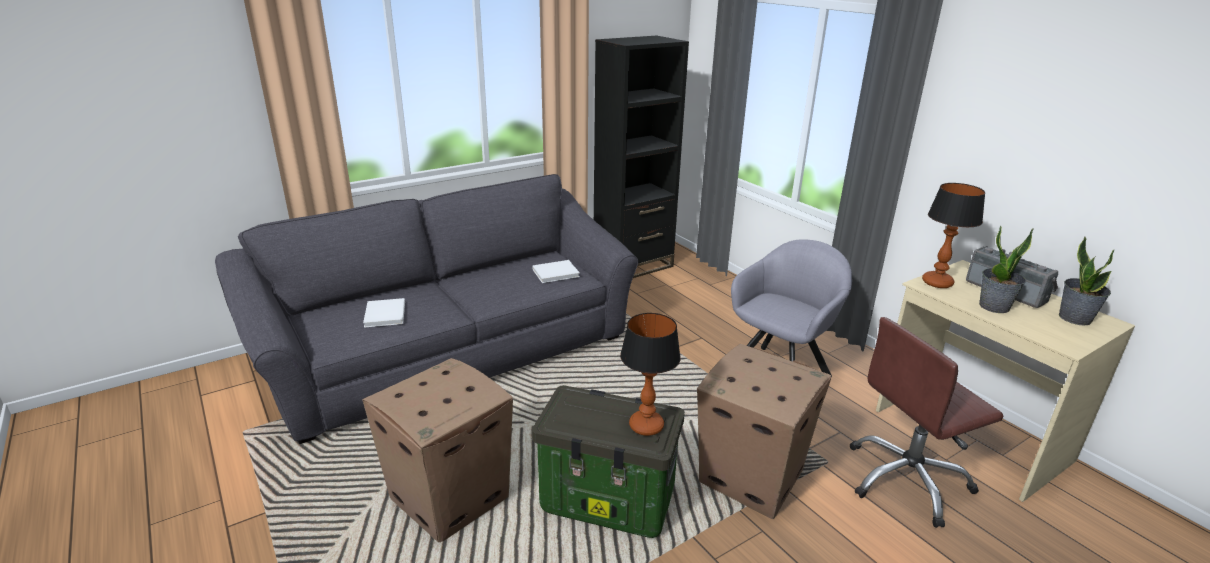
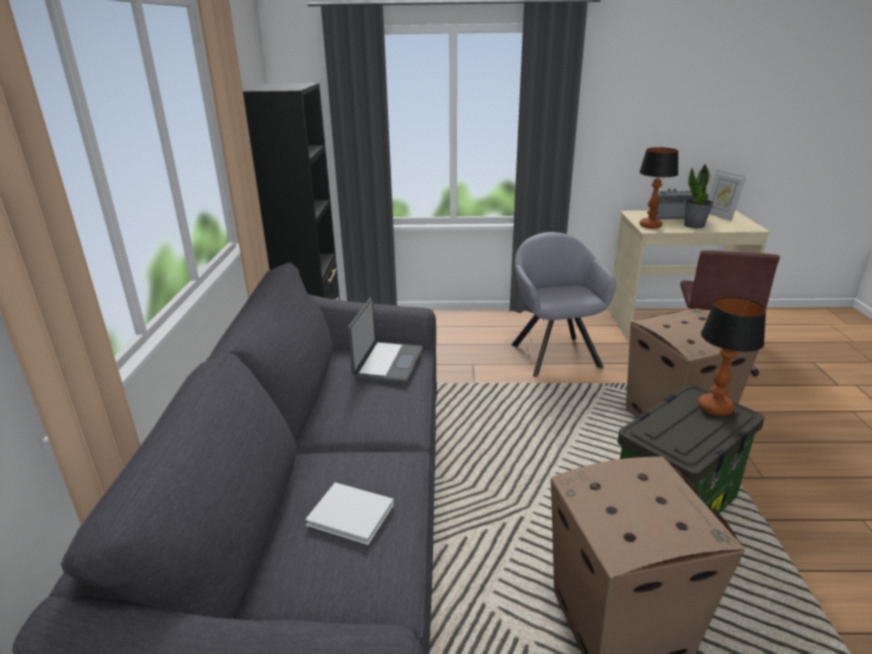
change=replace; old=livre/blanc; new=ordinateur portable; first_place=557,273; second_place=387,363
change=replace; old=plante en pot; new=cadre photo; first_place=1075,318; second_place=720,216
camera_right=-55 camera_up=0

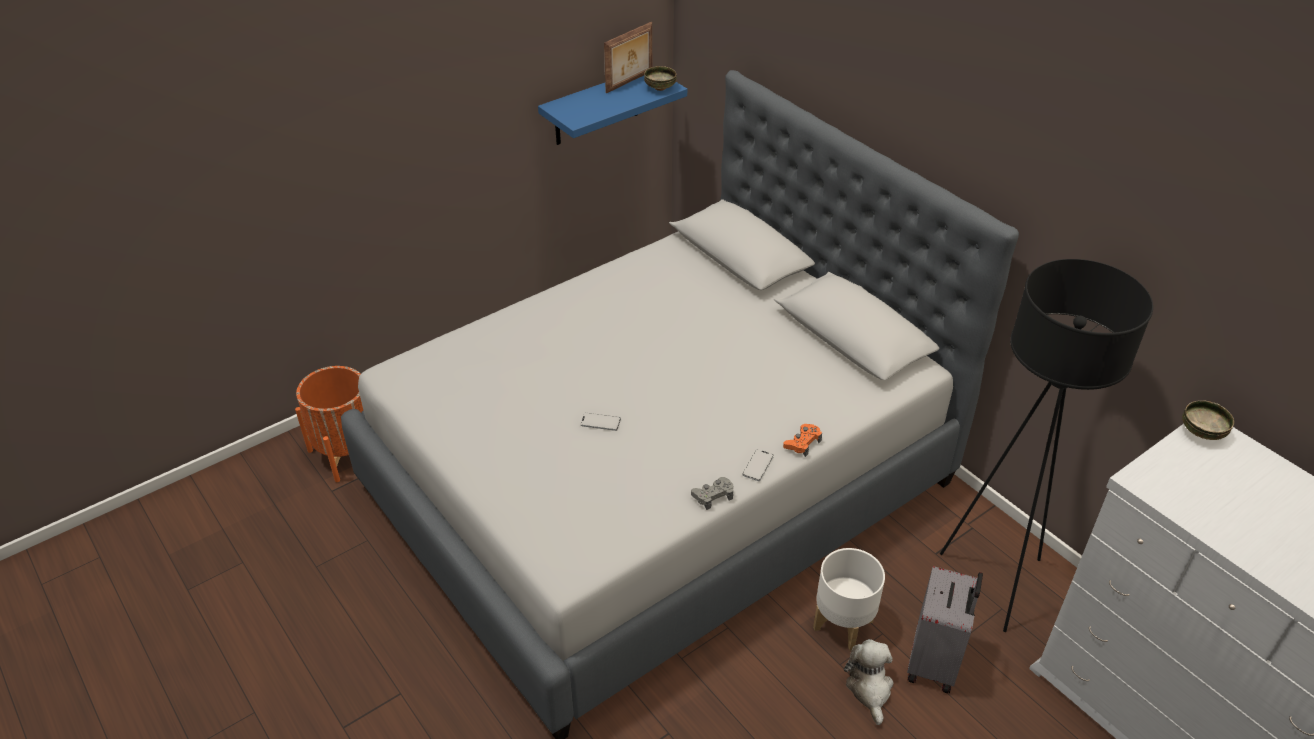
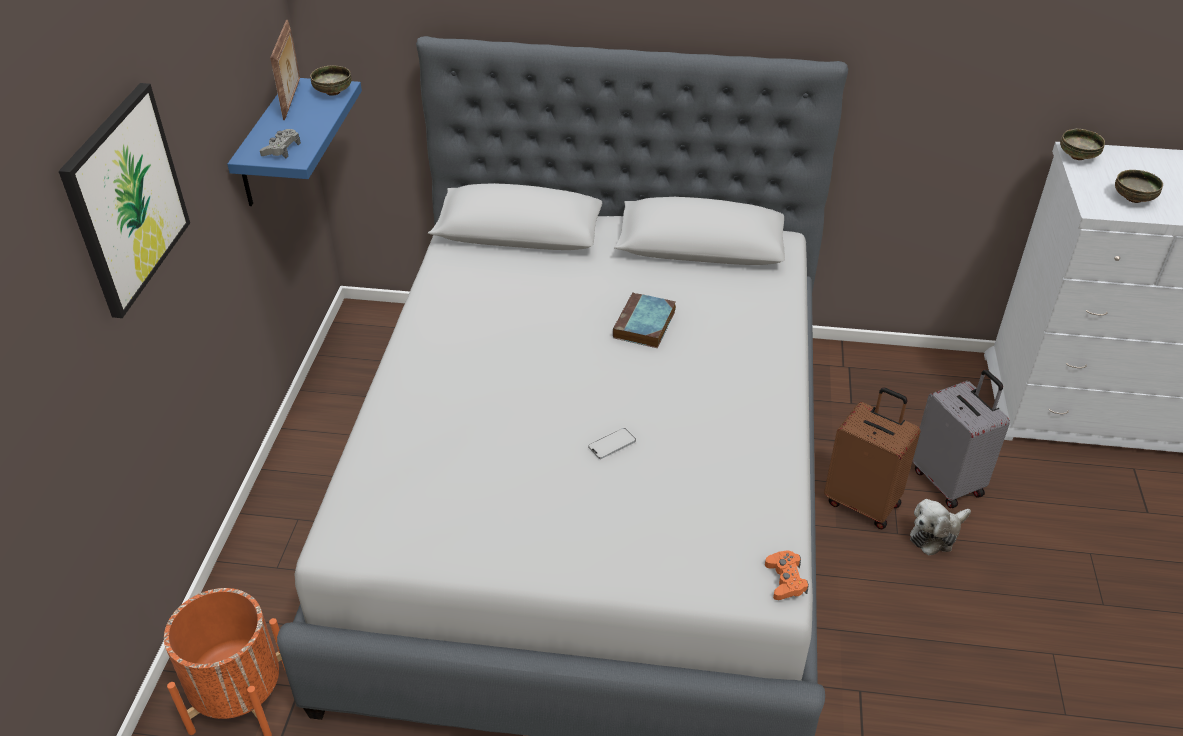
change=insert; new=tableau; second_place=126,199
change=move; old=manette/gris; first_place=713,495; second_place=281,149
change=insert; new=livre; second_place=644,325
change=move; old=manette/orange; first_place=802,443; second_place=785,580
change=replace; old=cache-pot/blanc; new=valise/marron; first_place=843,625; second_place=863,502
change=rotate; old=peluche; first_place=869,688; second_place=936,534; degrees=-75
change=insert; new=bol; second_place=1133,199
change=delete; old=téléphone; first_place=758,466
change=delete; old=lampadaire/noir; first_place=994,582
camera_right=-45 camera_up=0

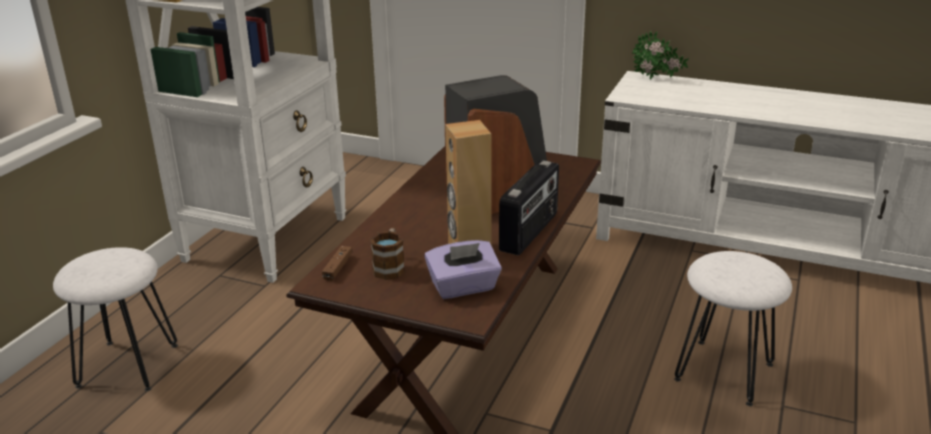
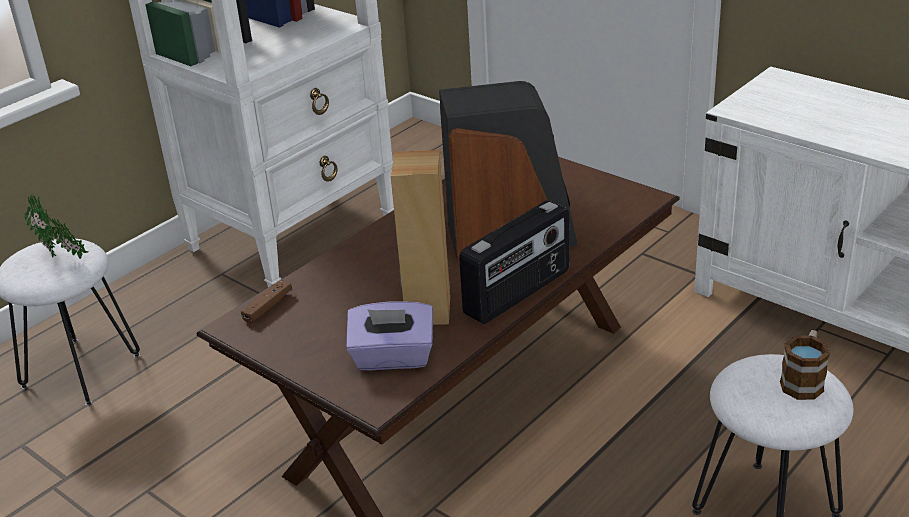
change=move; old=plante en pot; first_place=657,79; second_place=62,259
change=move; old=mug; first_place=390,267; second_place=803,380
camera_right=20 camera_up=5

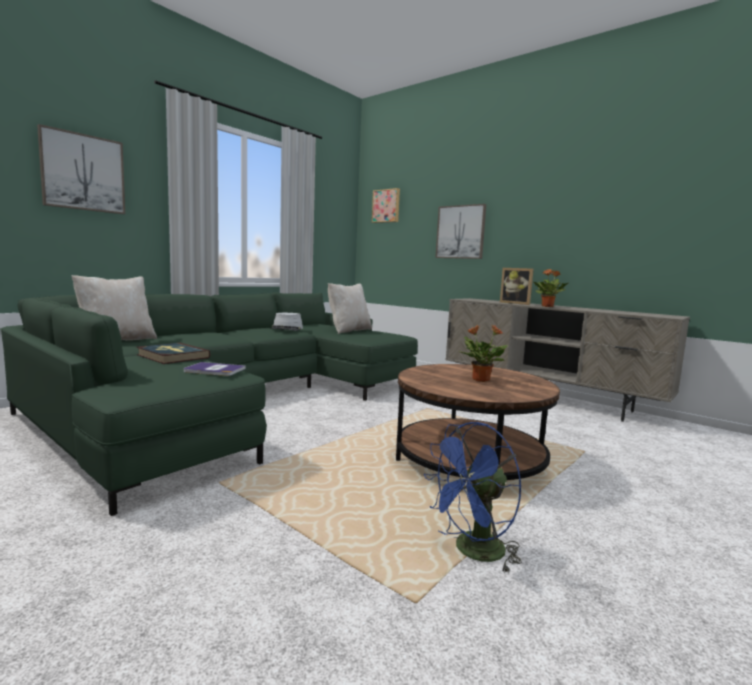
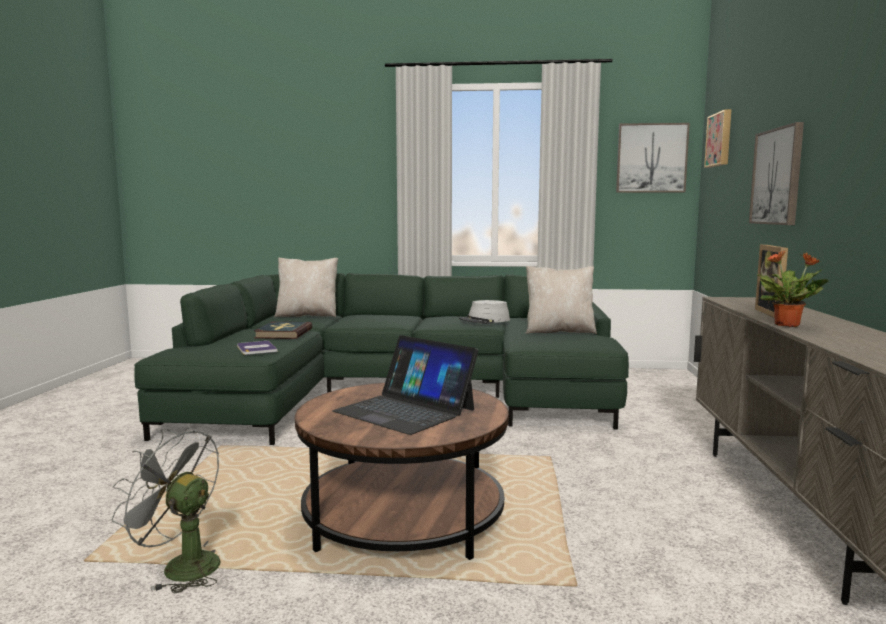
change=recolor; old=ventilateur/bleu; new=ventilateur/gris; first_place=472,552; second_place=180,566
change=replace; old=plante en pot; new=ordinateur portable; first_place=480,379; second_place=405,410
change=move; old=tableau; first_place=83,172; second_place=651,158
camera_right=55 camera_up=0

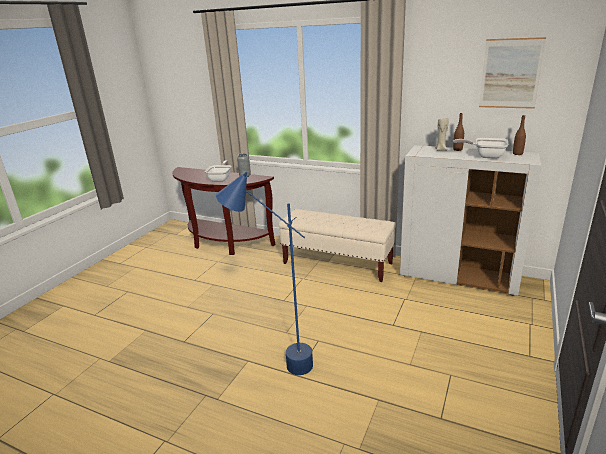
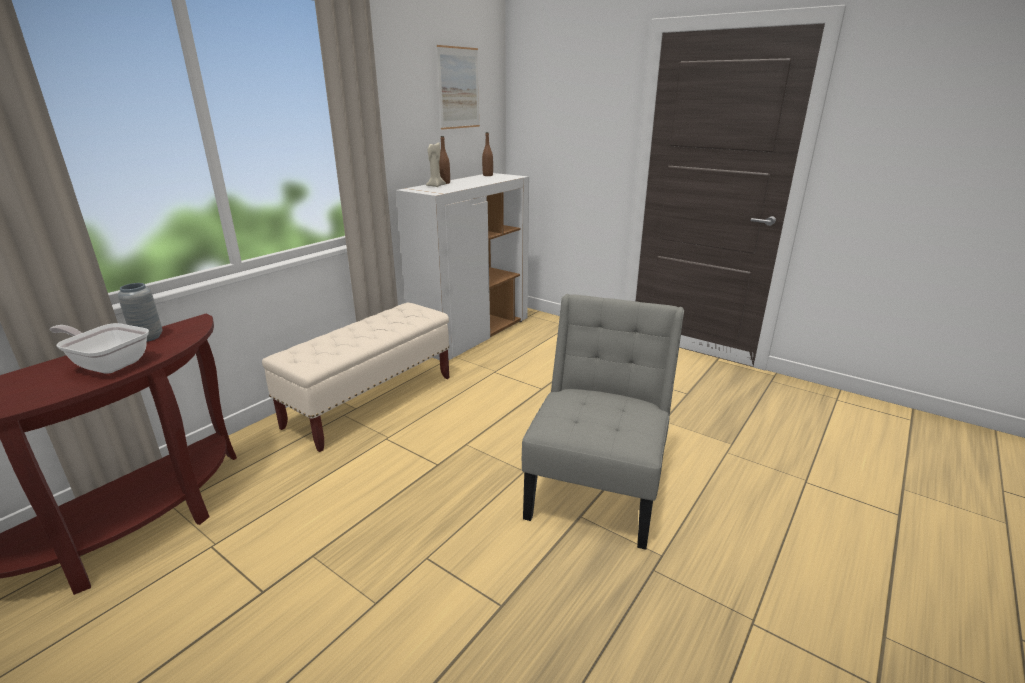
change=replace; old=lampadaire/bleu; new=chaise/gris; first_place=277,366; second_place=598,487
change=delete; old=poêle; first_place=485,156
camera_right=-80 camera_up=0

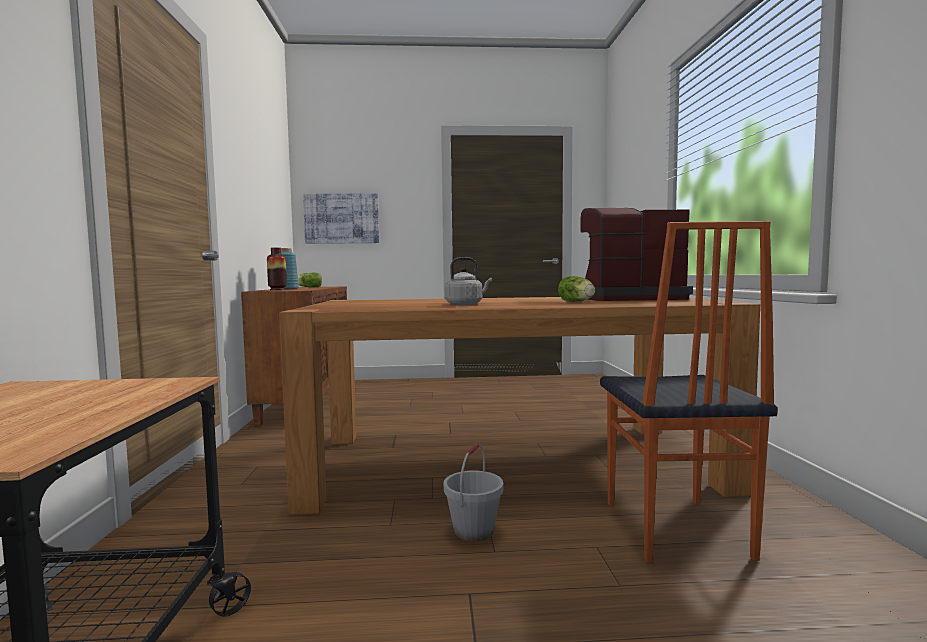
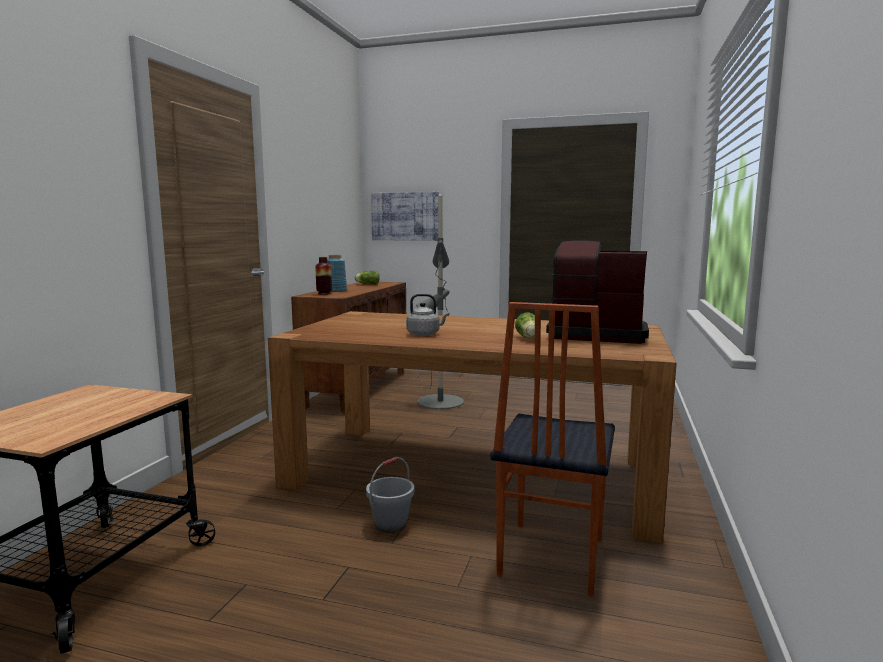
change=insert; new=lampadaire/gris; second_place=437,399
camera_right=20 camera_up=5

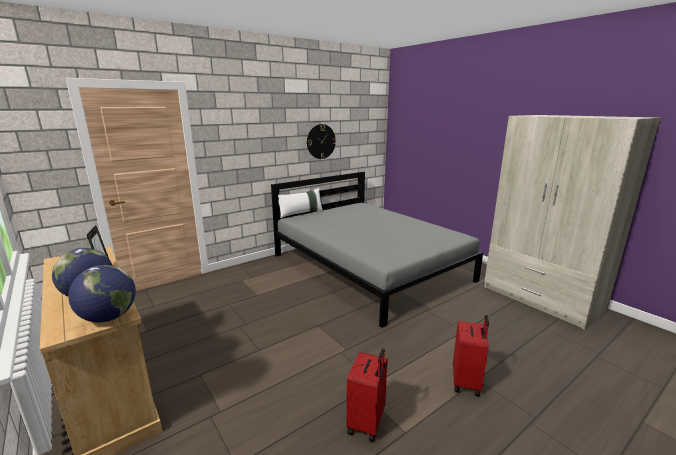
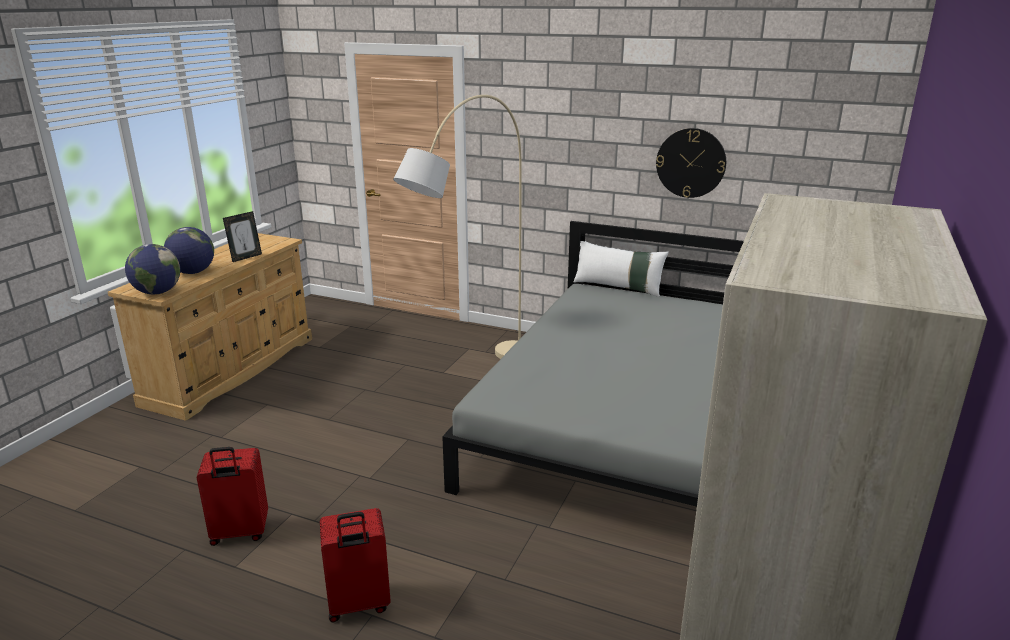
change=insert; new=lampadaire/beige; second_place=471,379
camera_right=60 camera_up=5

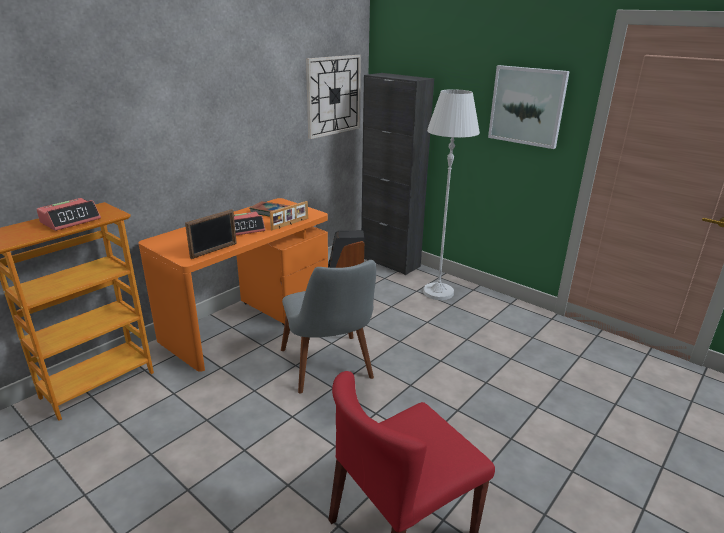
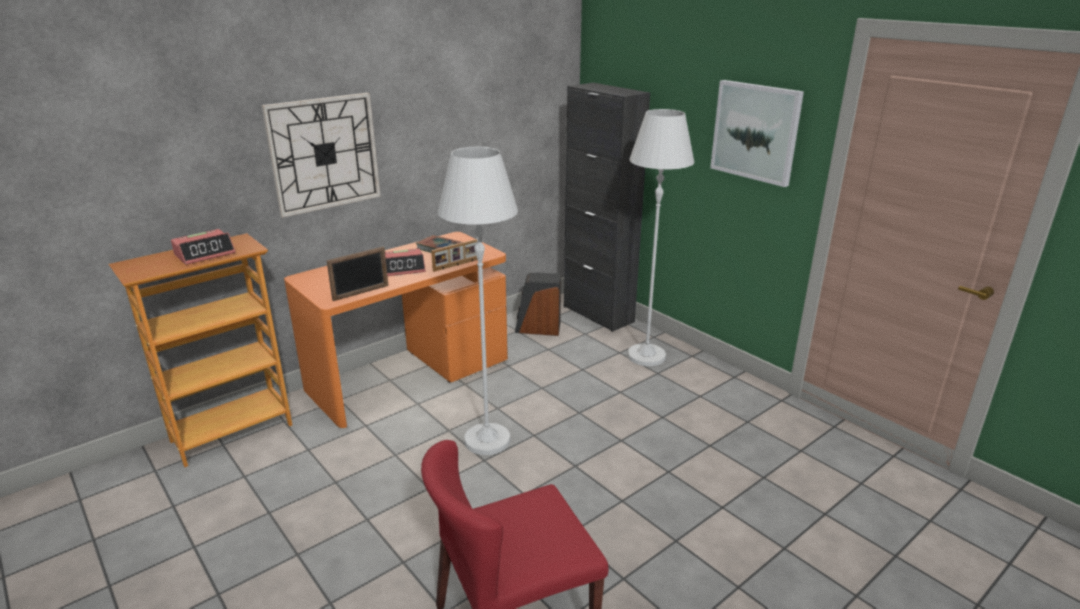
change=move; old=horloge murale; first_place=333,95; second_place=324,153
change=replace; old=chaise/gris; new=lampadaire/blanc; first_place=330,370; second_place=487,440
camera_right=10 camera_up=0

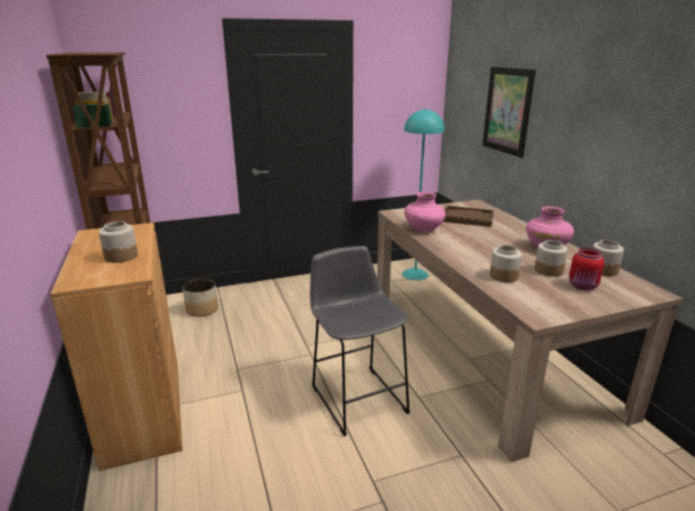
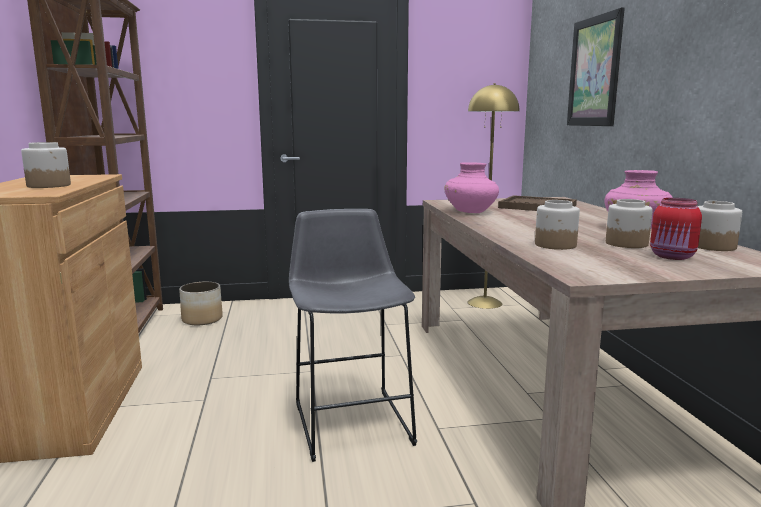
change=recolor; old=lampadaire/turquoise; new=lampadaire/jaune; first_place=415,274; second_place=484,303
camera_right=10 camera_up=-10

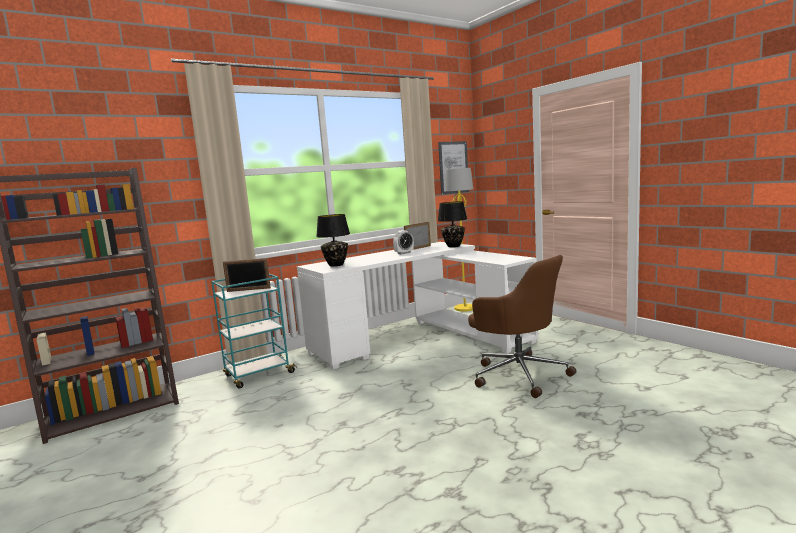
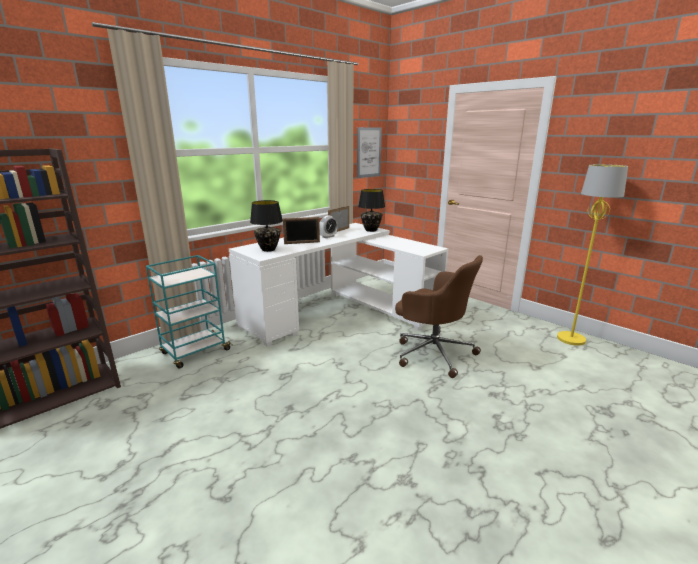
change=move; old=cadre photo; first_place=248,290; second_place=302,243
change=move; old=lampadaire/jaune; first_place=465,308; second_place=571,339
camera_right=-10 camera_up=10

